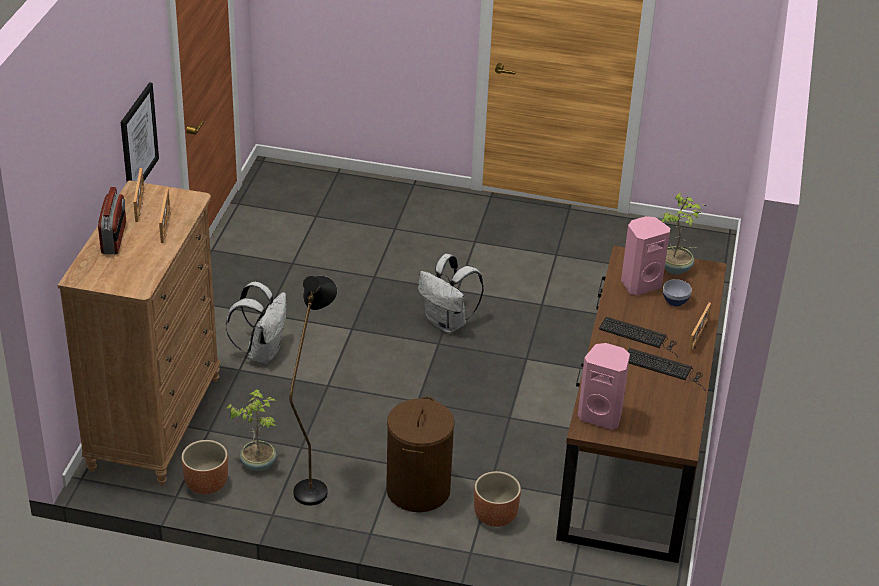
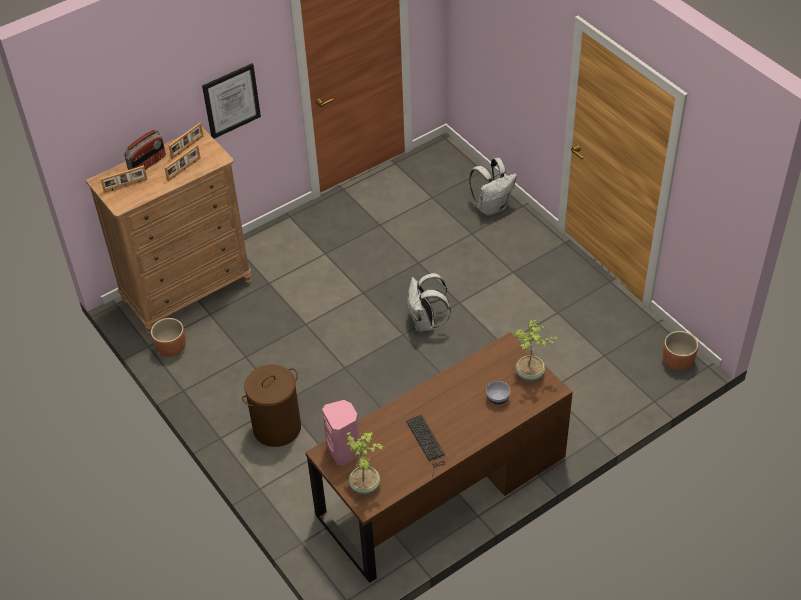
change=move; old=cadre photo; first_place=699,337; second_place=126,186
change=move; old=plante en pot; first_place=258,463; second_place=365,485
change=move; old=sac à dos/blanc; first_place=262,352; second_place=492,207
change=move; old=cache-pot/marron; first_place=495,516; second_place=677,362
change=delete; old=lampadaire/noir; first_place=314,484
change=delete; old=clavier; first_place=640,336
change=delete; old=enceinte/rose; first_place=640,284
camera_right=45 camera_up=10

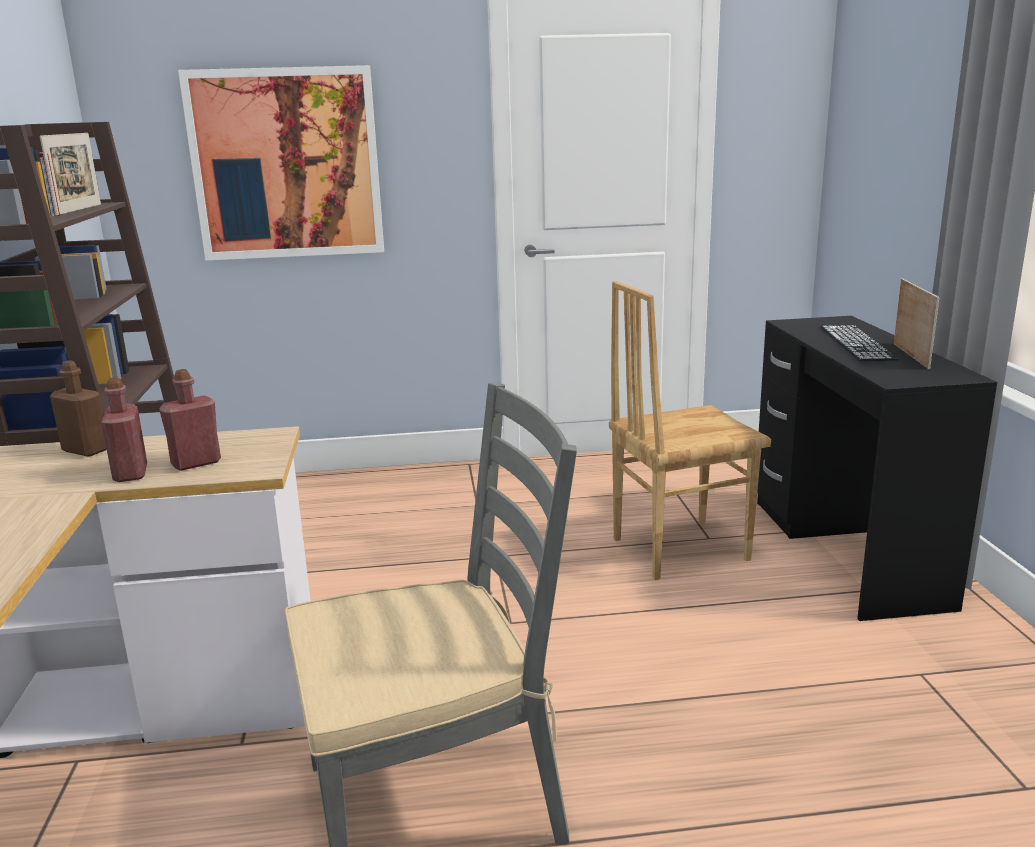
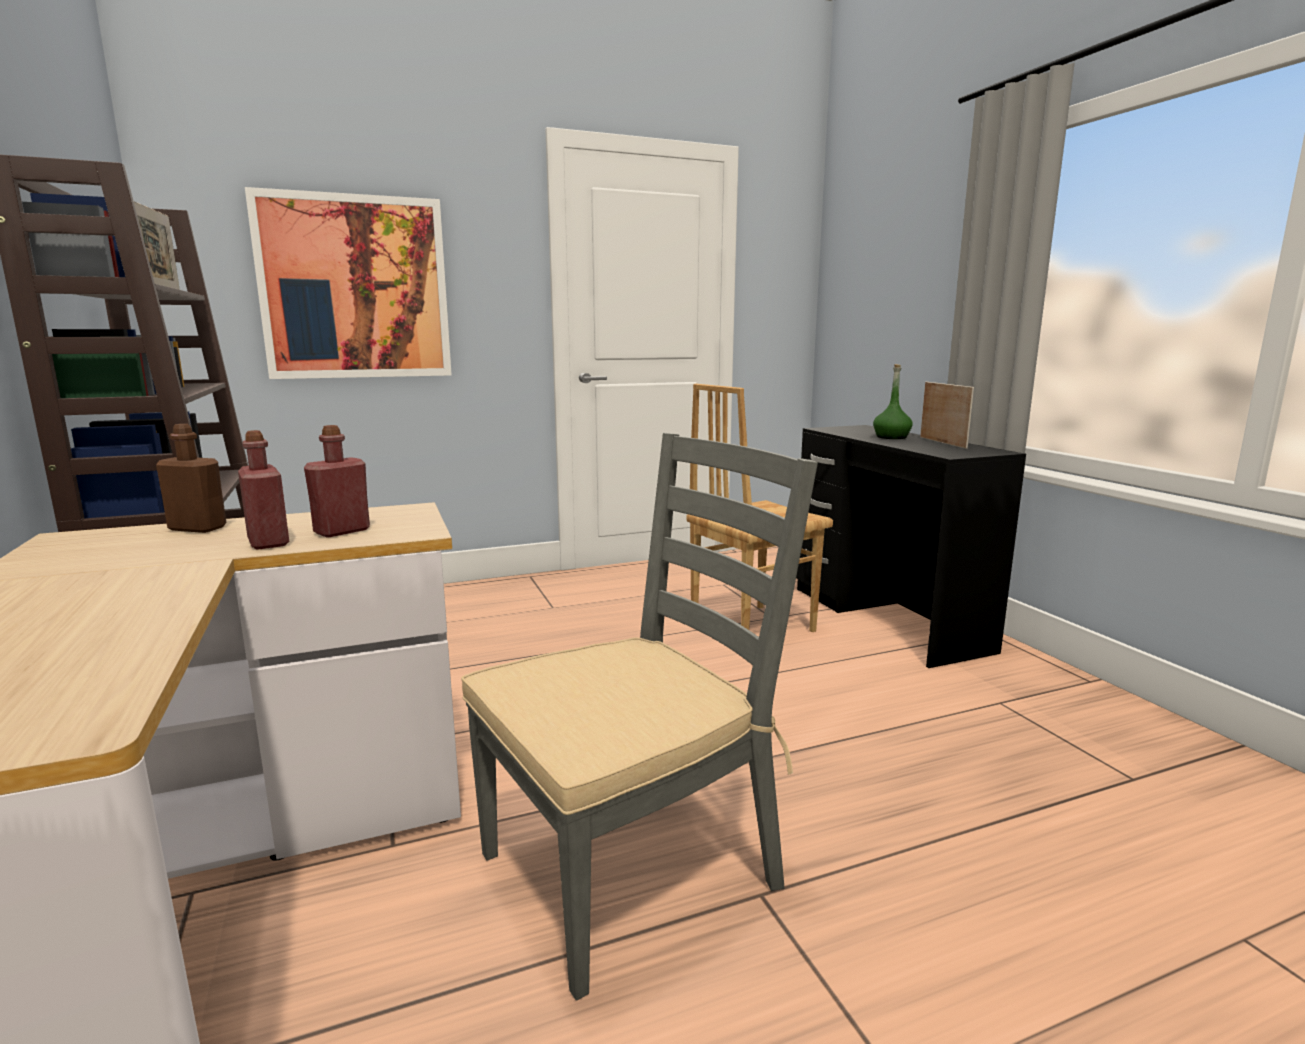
change=replace; old=clavier; new=bouteille/vert; first_place=857,343; second_place=891,437
camera_right=-15 camera_up=-5

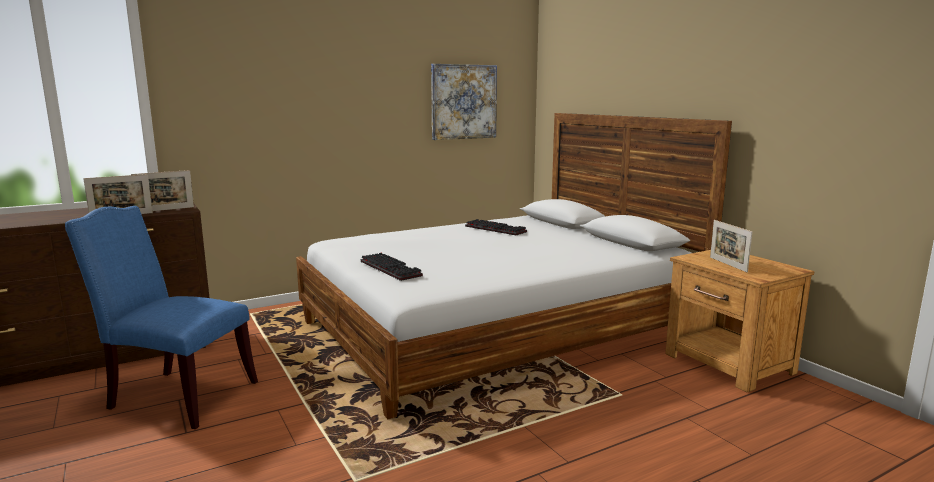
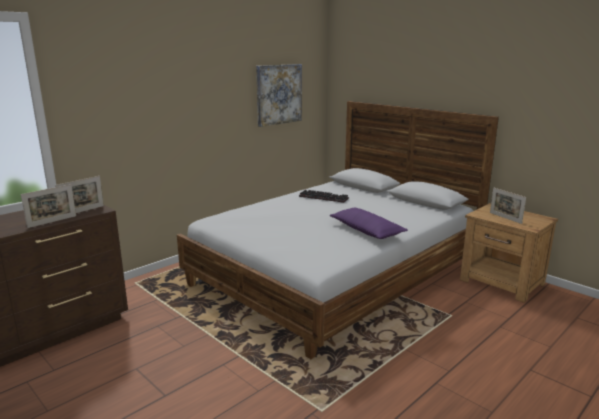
change=insert; new=coussin/violet; second_place=366,230
change=delete; old=chaise/bleu; first_place=177,396
change=delete; old=clavier; first_place=392,269
camera_right=-15 camera_up=5

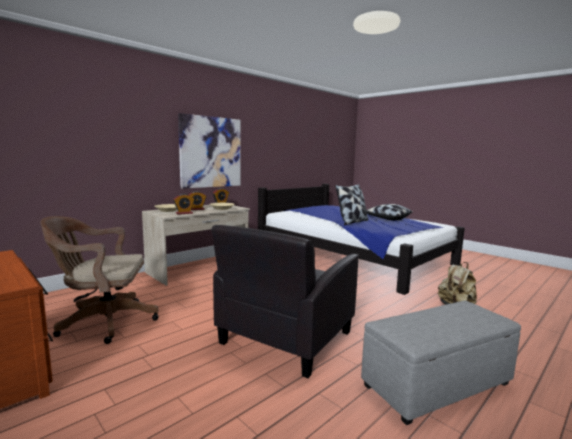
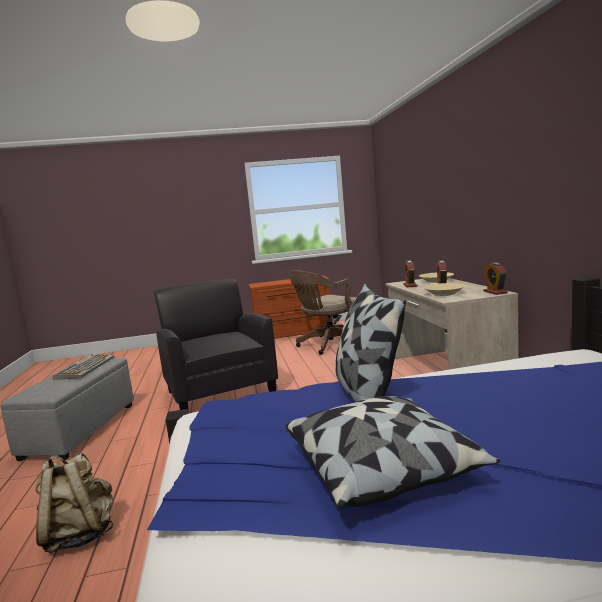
change=insert; new=clavier; second_place=85,367
change=rotate; old=chaise de bureau/marron; first_place=103,322; second_place=328,345; degrees=-150
change=delete; old=tableau; first_place=211,152
camera_right=125 camera_up=0

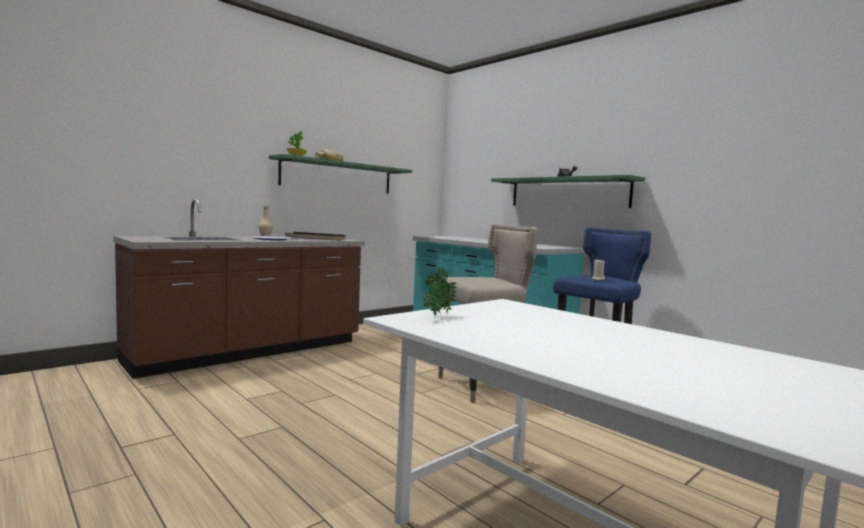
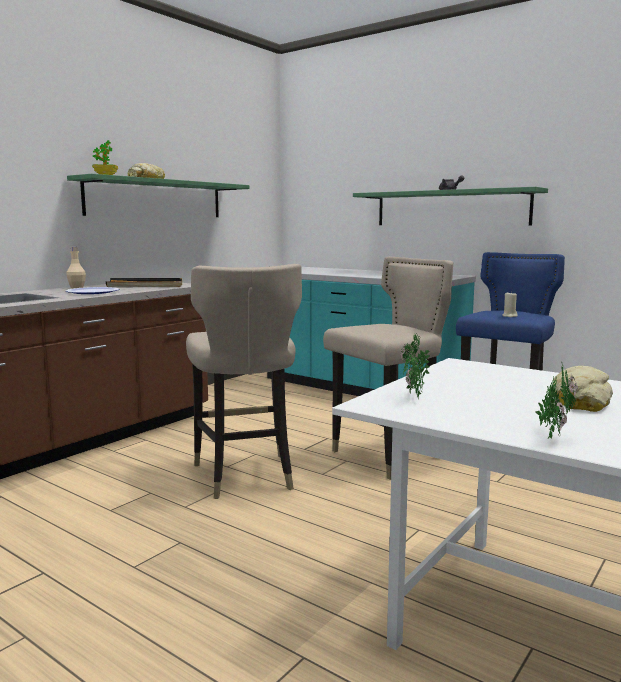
change=insert; new=tabouret/beige; second_place=245,475
change=insert; new=plante en pot; second_place=552,434
change=insert; new=pain; second_place=580,400
camera_right=-10 camera_up=5

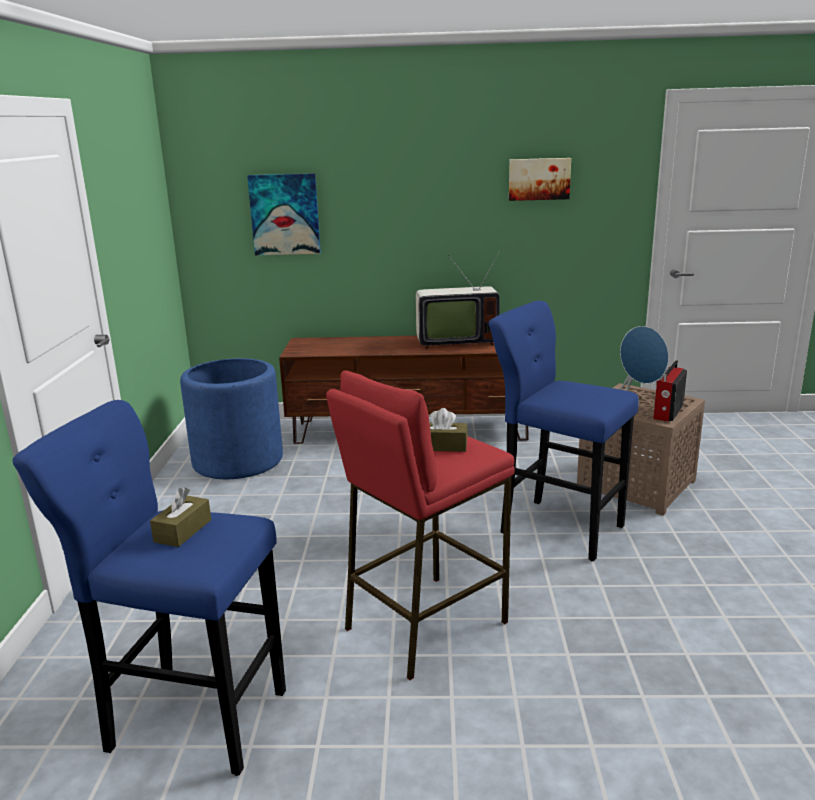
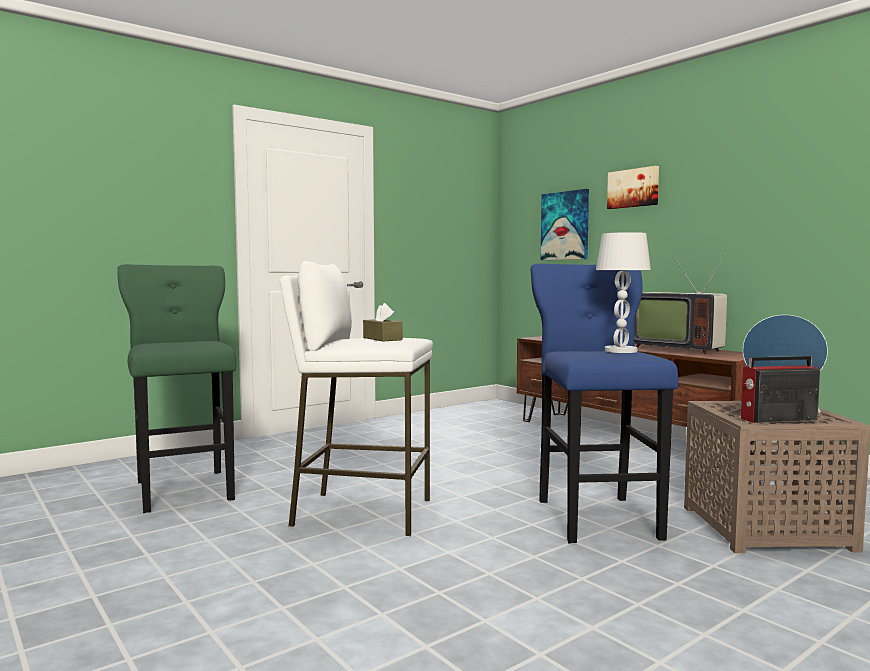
change=recolor; old=tabouret/bleu; new=tabouret/vert; first_place=190,717; second_place=184,488
change=recolor; old=tabouret/rouge; new=tabouret/blanc; first_place=424,624; second_place=362,513
change=insert; new=lampe de table/blanc; second_place=620,351
change=move; old=tableau; first_place=539,179; second_place=633,188
change=delete; old=boîte à mouchoirs/marron; first_place=183,531
change=delete; old=cache-pot/bleu; first_place=238,460
camera_right=50 camera_up=-15

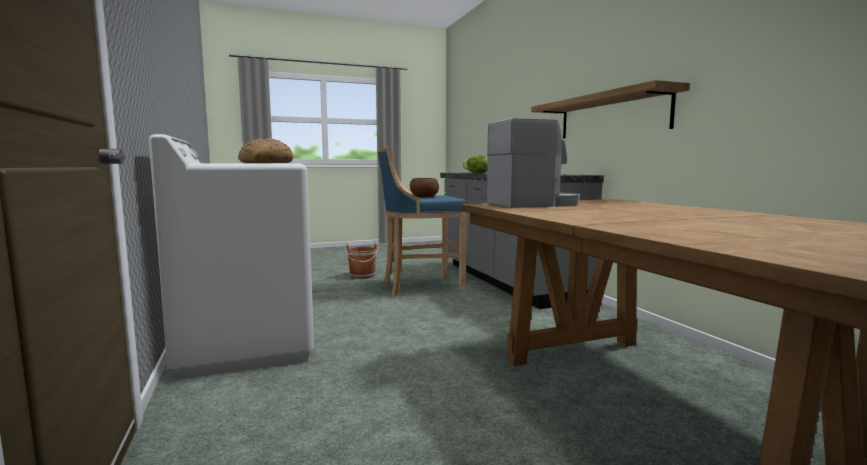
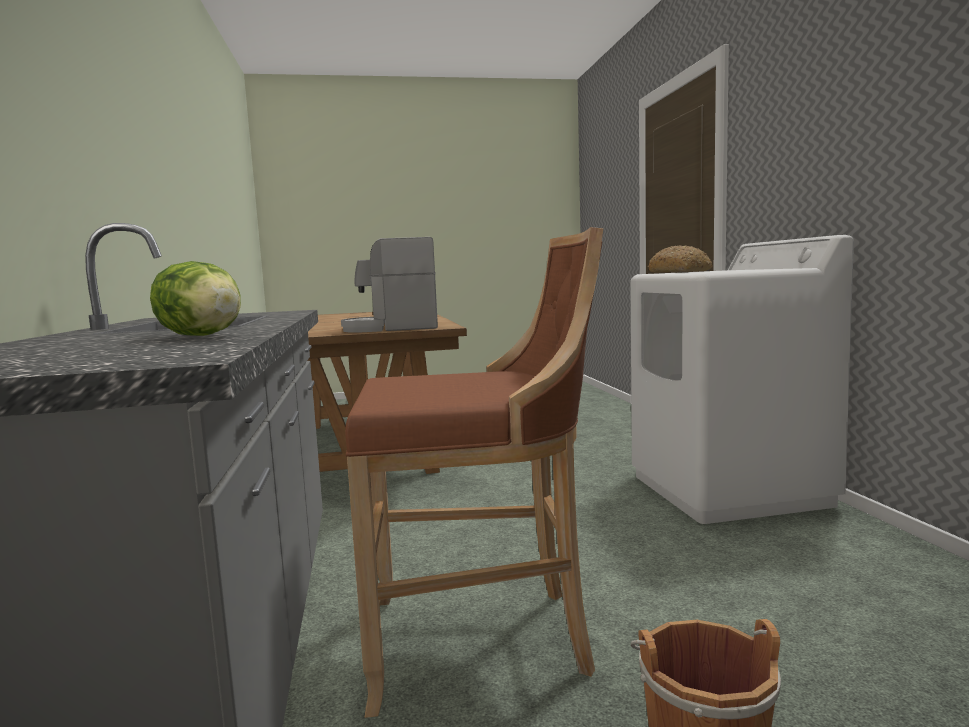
change=recolor; old=tabouret/bleu; new=tabouret/marron; first_place=420,286; second_place=484,640
change=delete; old=bol/marron; first_place=424,197
change=delete; old=étagère; first_place=611,116
camera_right=-170 camera_up=0

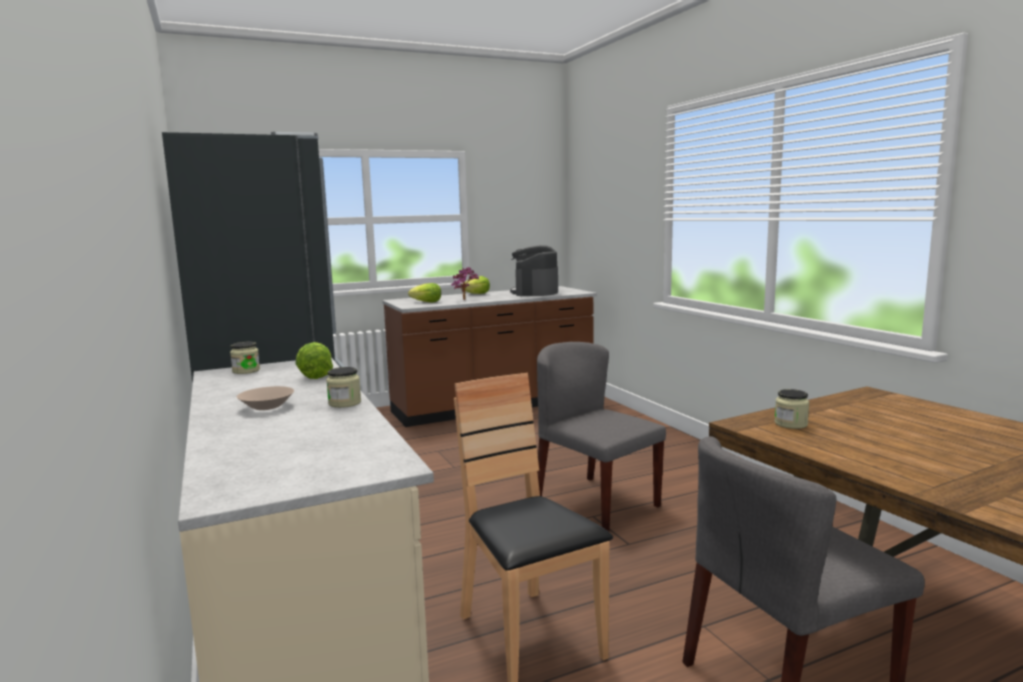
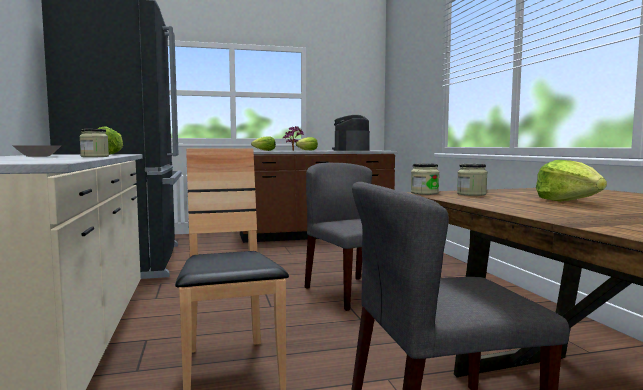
change=move; old=bocal; first_place=246,371; second_place=424,193
change=insert; new=laitue; second_place=568,201
camera_right=10 camera_up=-5

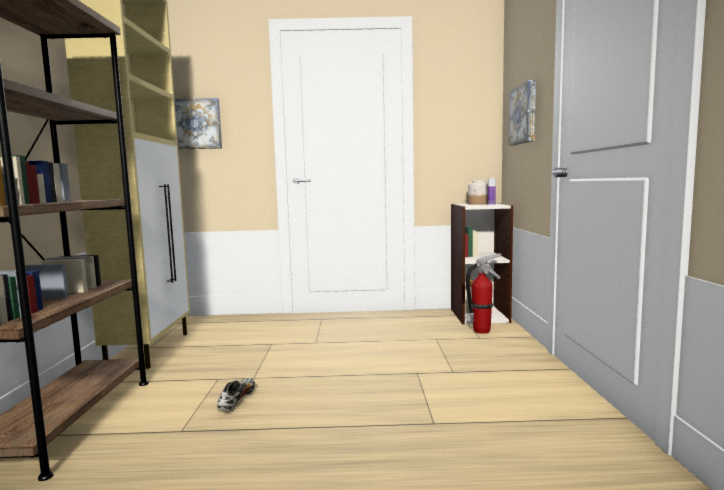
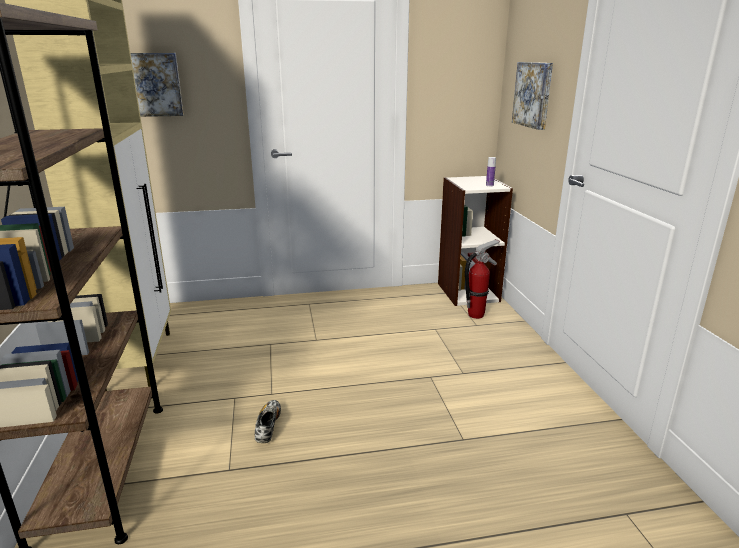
change=delete; old=bocal; first_place=479,204
camera_right=-10 camera_up=15

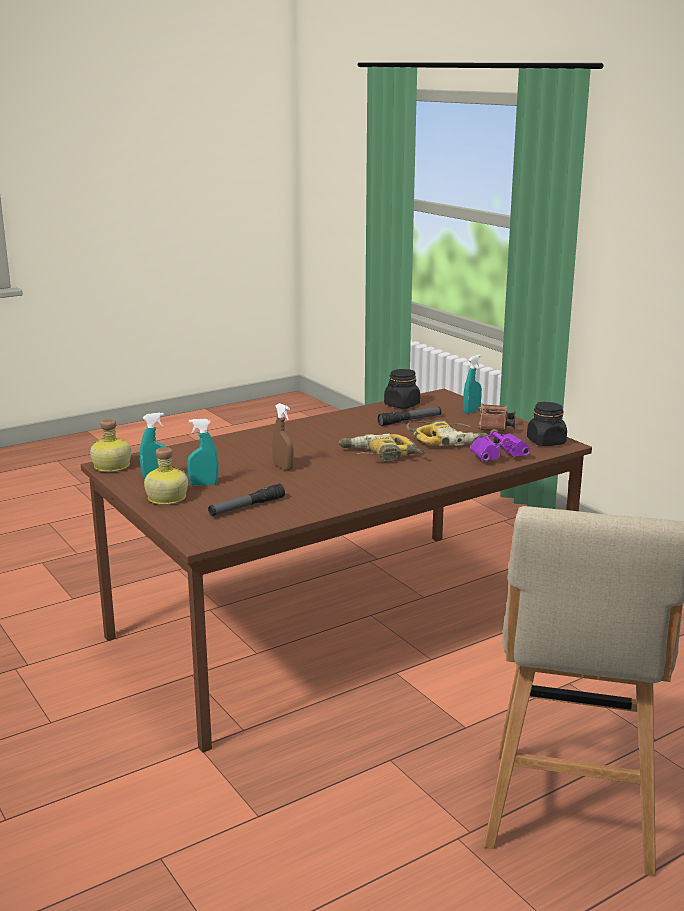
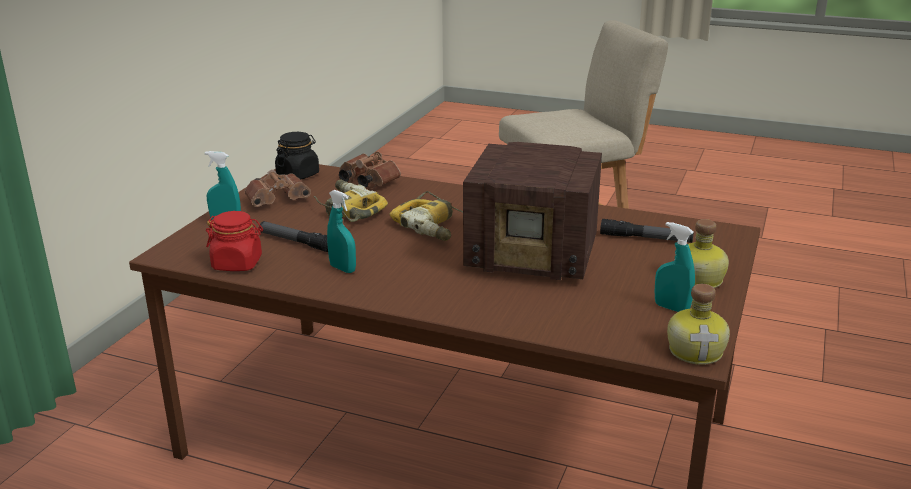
change=recolor; old=bocal/noir; new=bocal/rouge; first_place=401,405; second_place=237,263
change=move; old=vaporisateur/turquoise; first_place=203,484; second_place=342,269
change=recolor; old=jumelles/violet; new=jumelles/marron; first_place=499,457; second_place=366,182
change=replace; old=vaporisateur/marron; new=radio; first_place=283,467; second_place=534,257
camera_right=-125 camera_up=5

